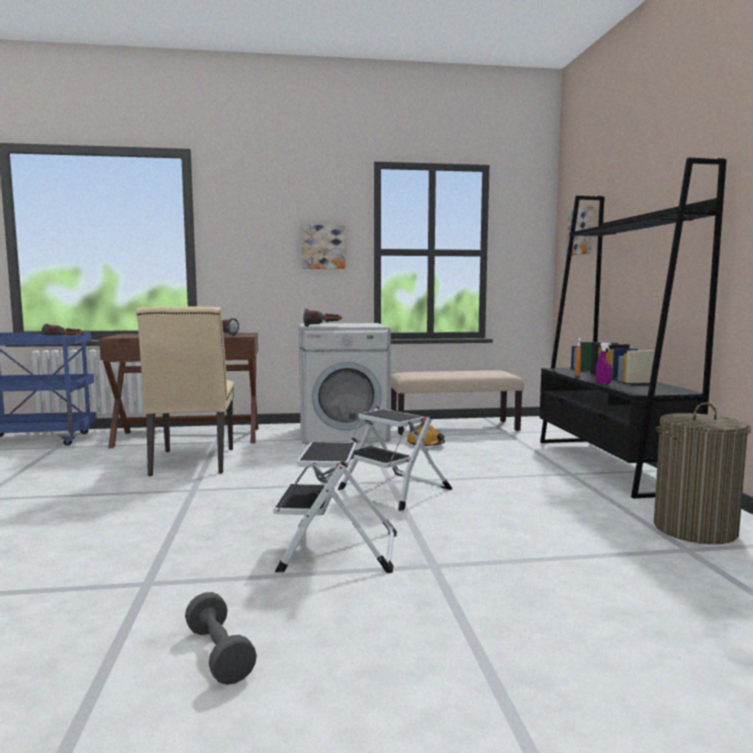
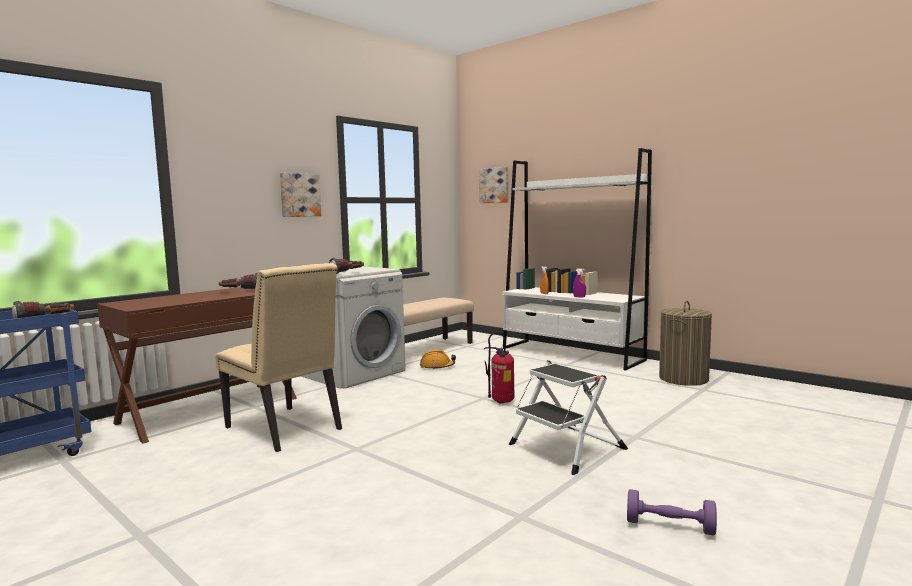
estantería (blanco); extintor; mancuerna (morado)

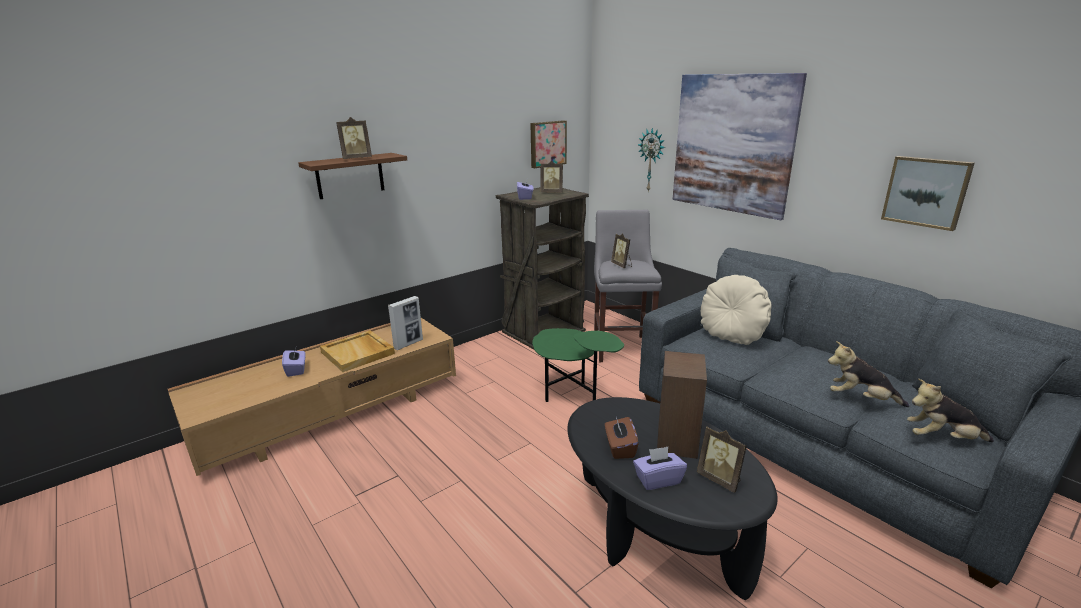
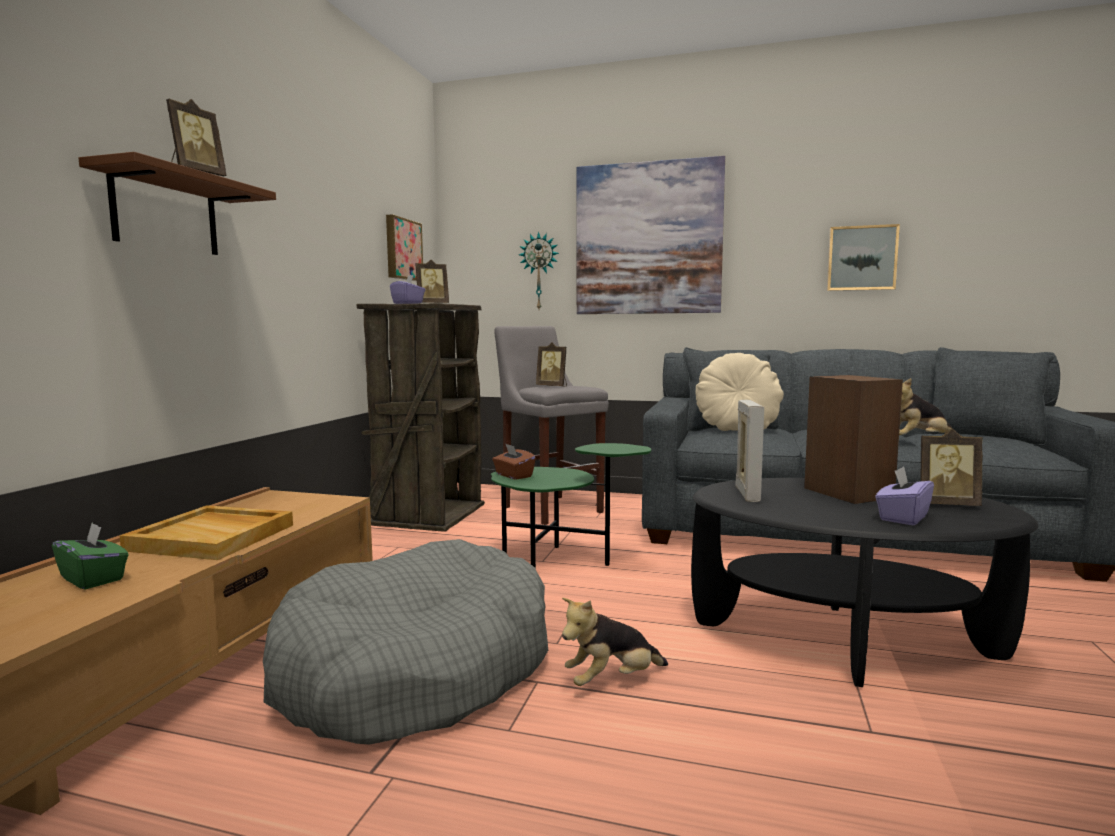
portarretratos (4th from left); caja de pañuelos (verde); peluche (1st from left); caja de pañuelos (marrón); cama para perro (gris)

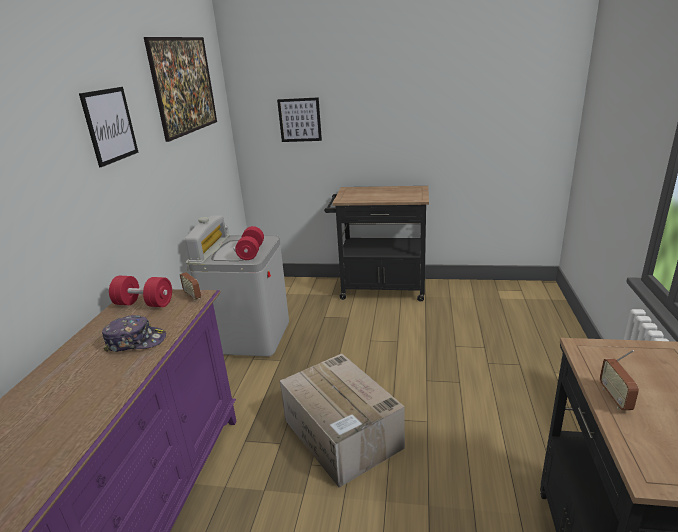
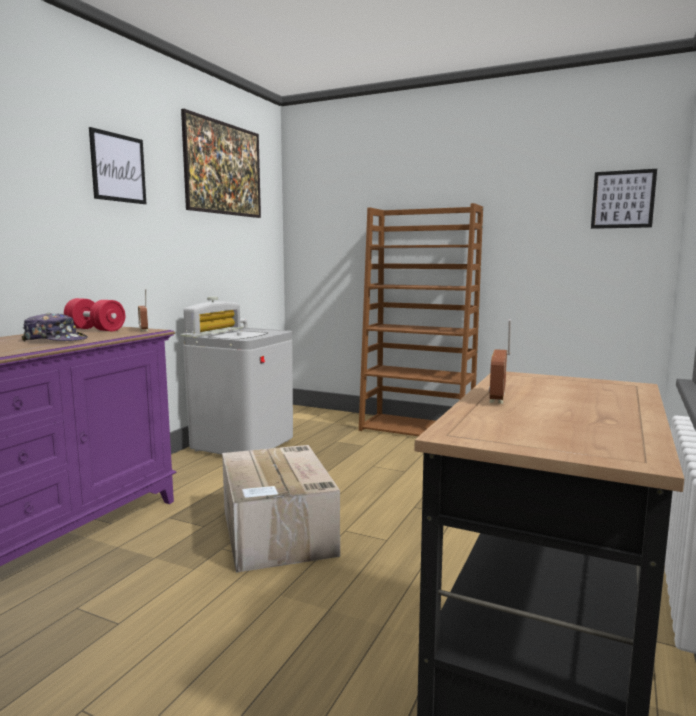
cuadro (3rd from left); estantería (marrón); mancuerna (rojo) (2nd from left in the first image)

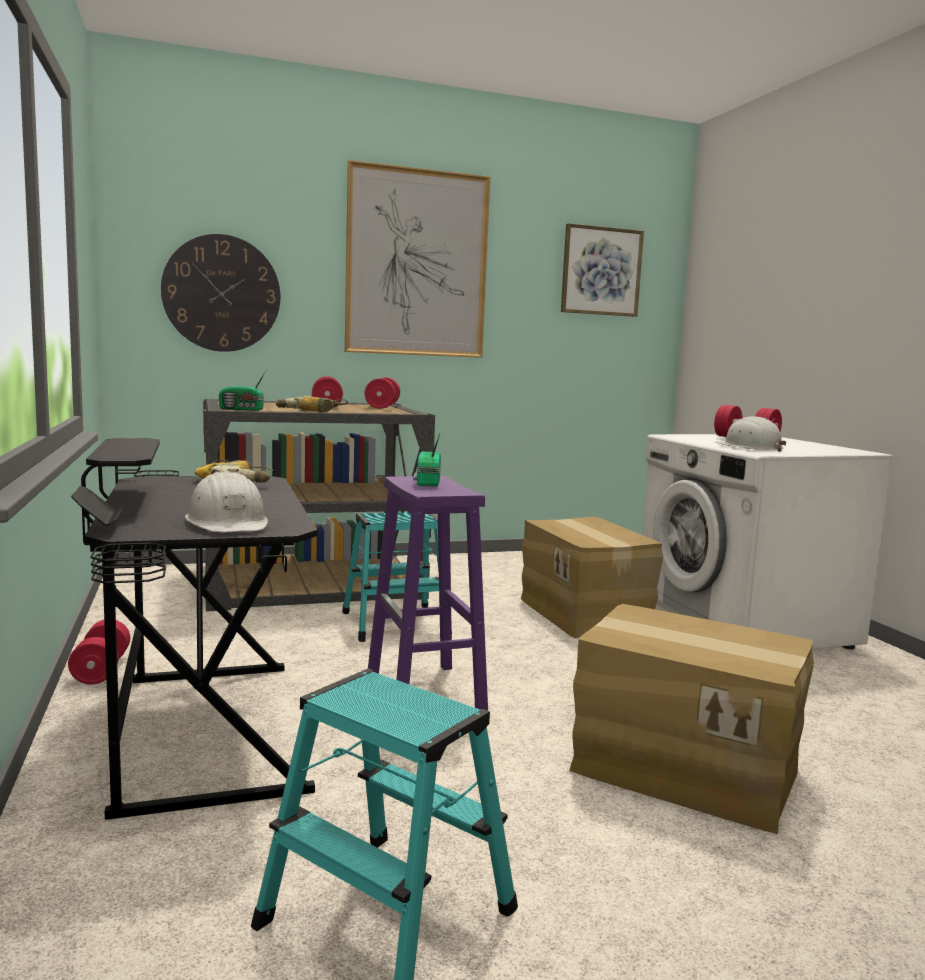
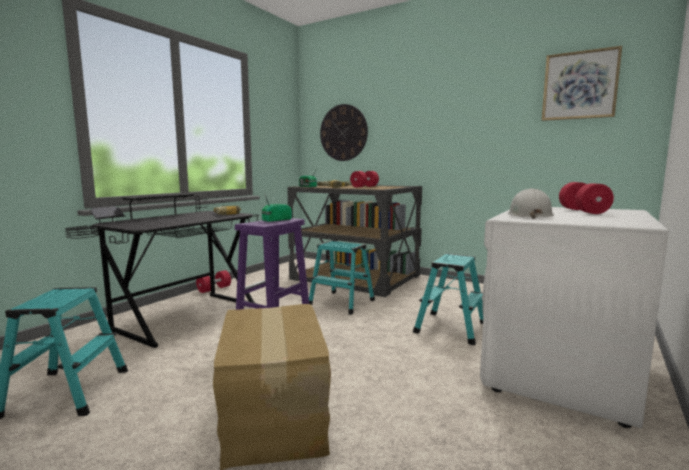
cuadro (1st from left in the first image); mancuerna (rojo) (3rd from left in the first image); casco (blanco) (1st from left in the first image); escalera de tijera (turquesa) (3rd from left)

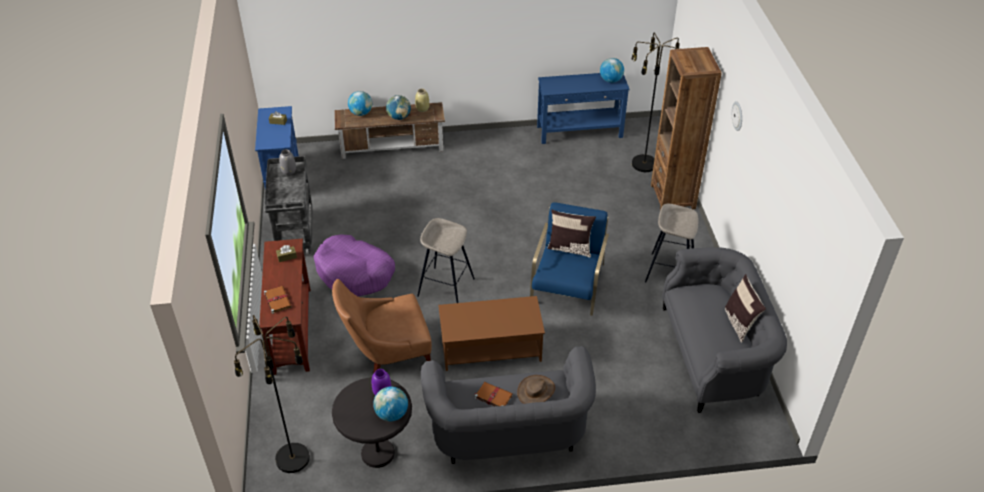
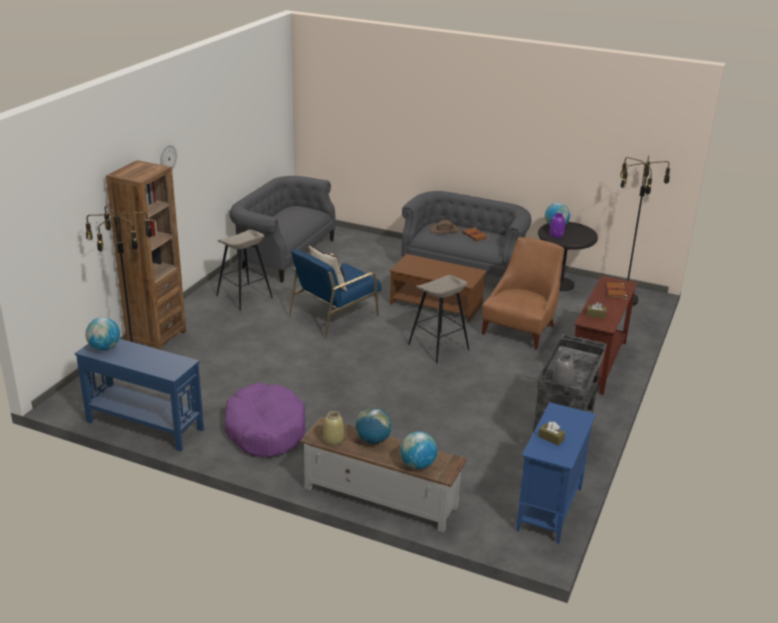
cama para perro (morado); cojín (2nd from left in the first image); sillón (marrón)

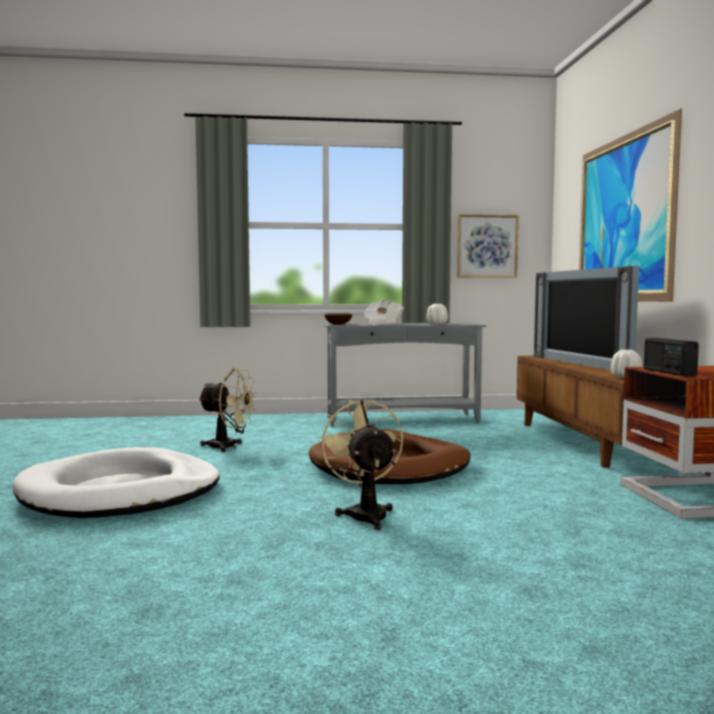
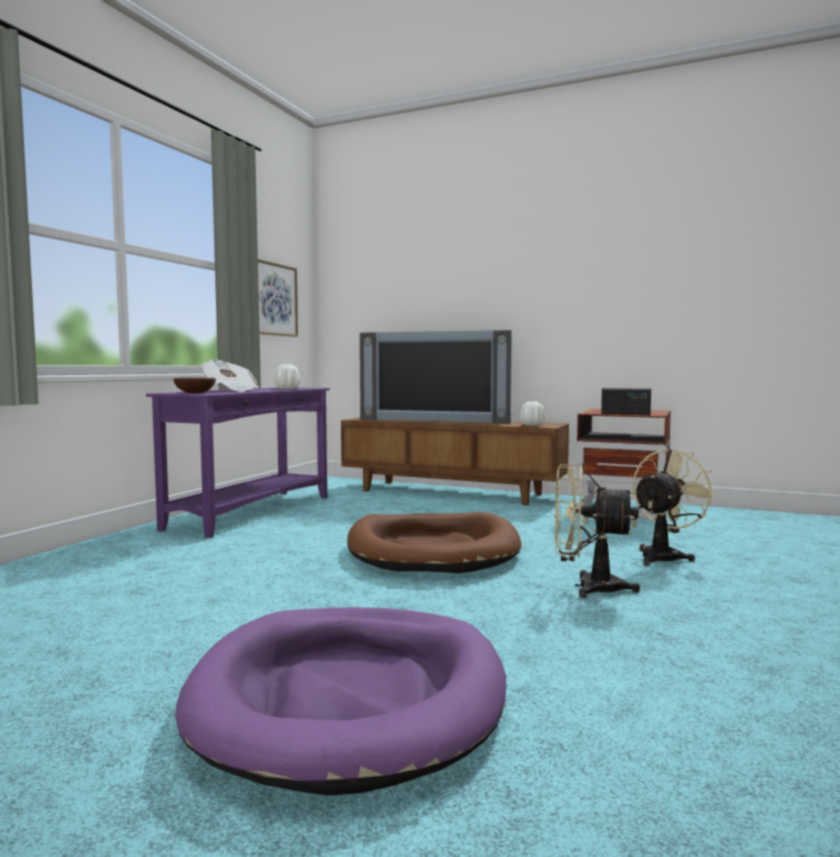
cuadro (2nd from left in the first image); mesa consola (morado); ventilador (beis) (2nd from left); cama para perro (morado)

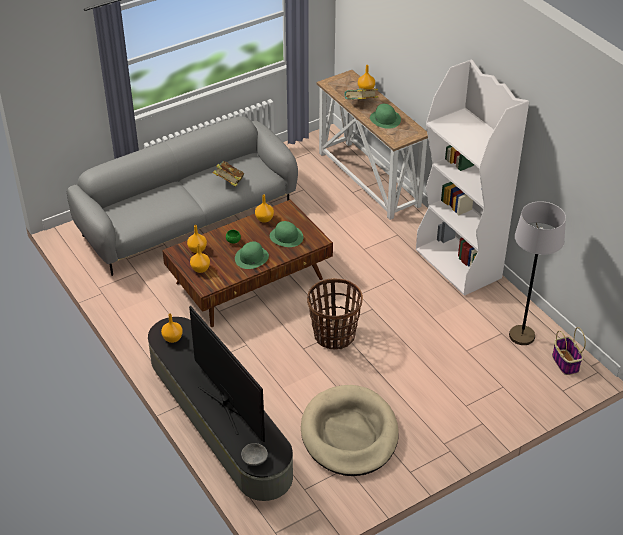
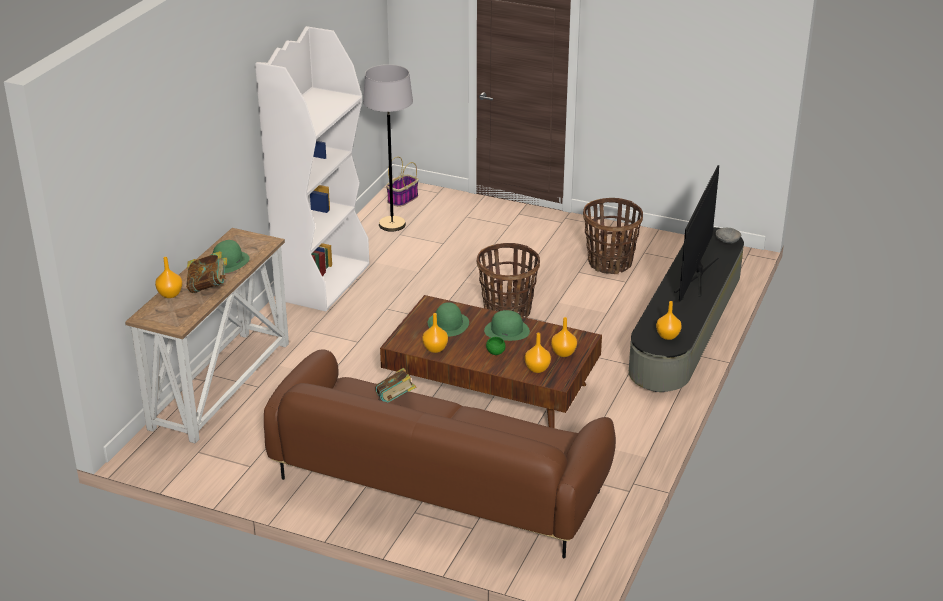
sofá (marrón); cesta (3rd from left)

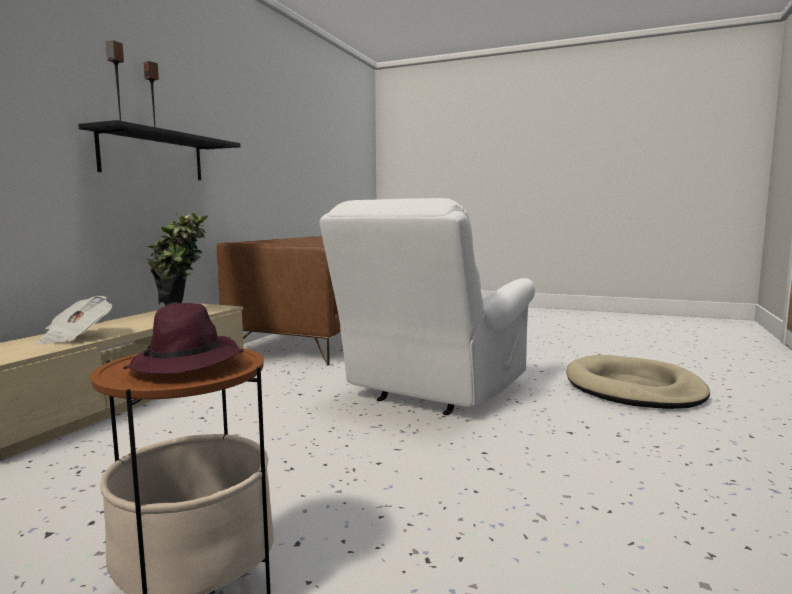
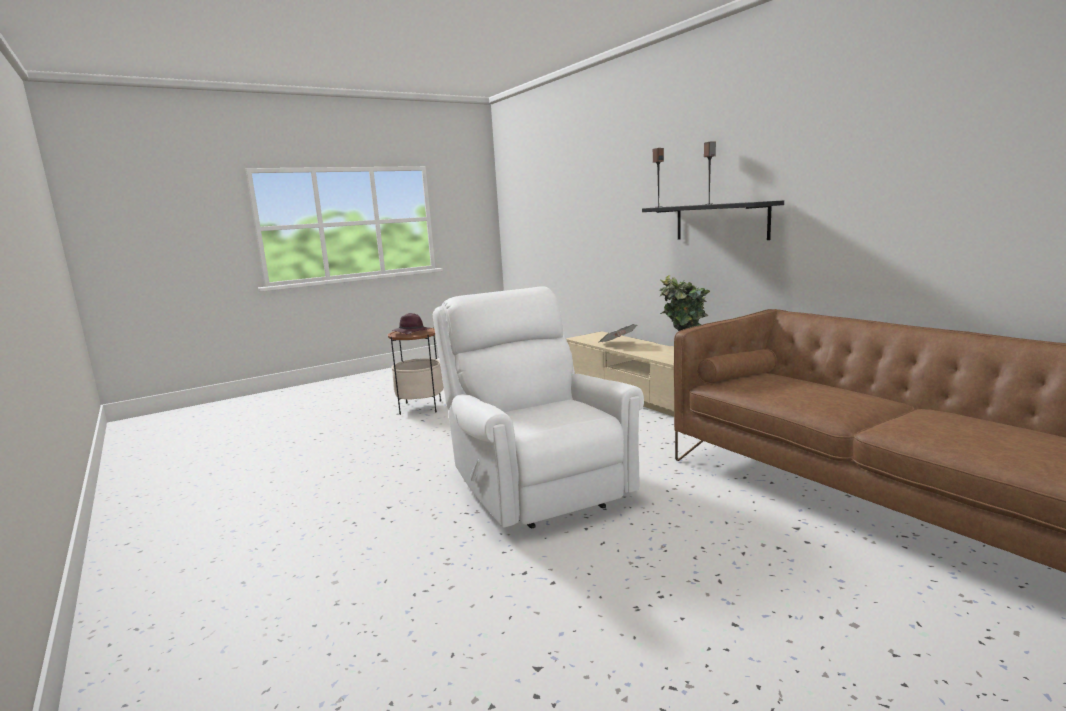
cama para perro (beis)

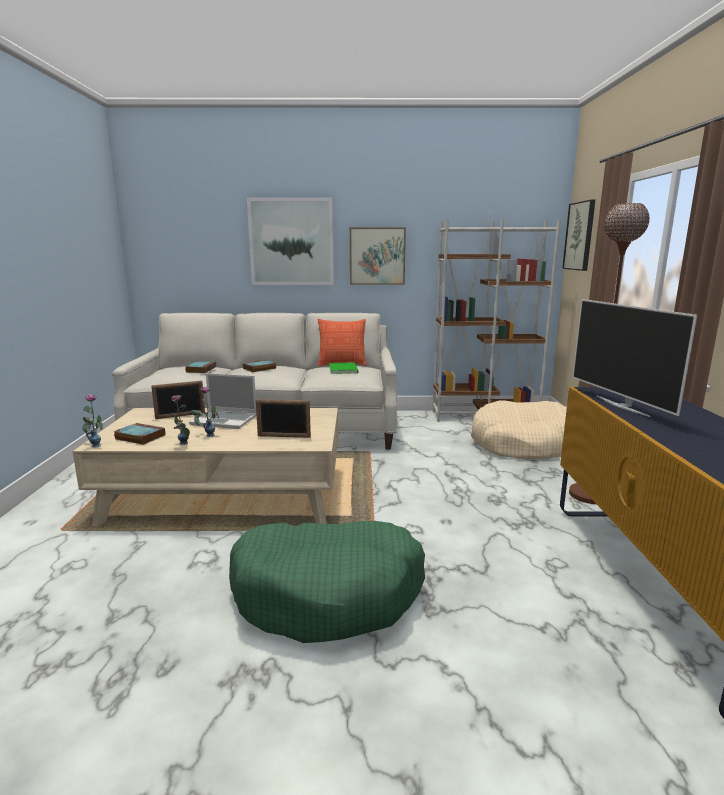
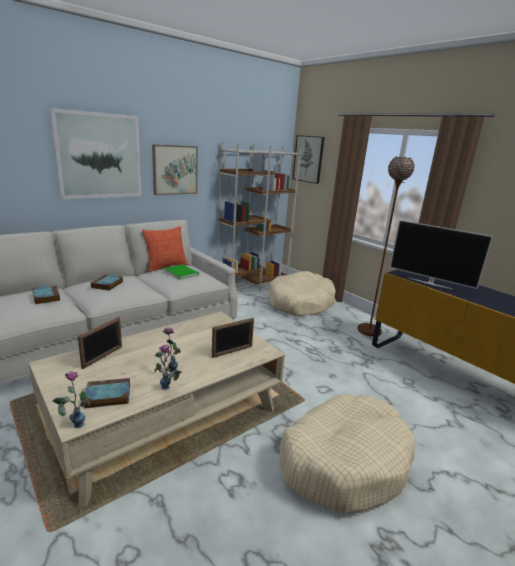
portátil; cama para perro (beis) (2nd from left)

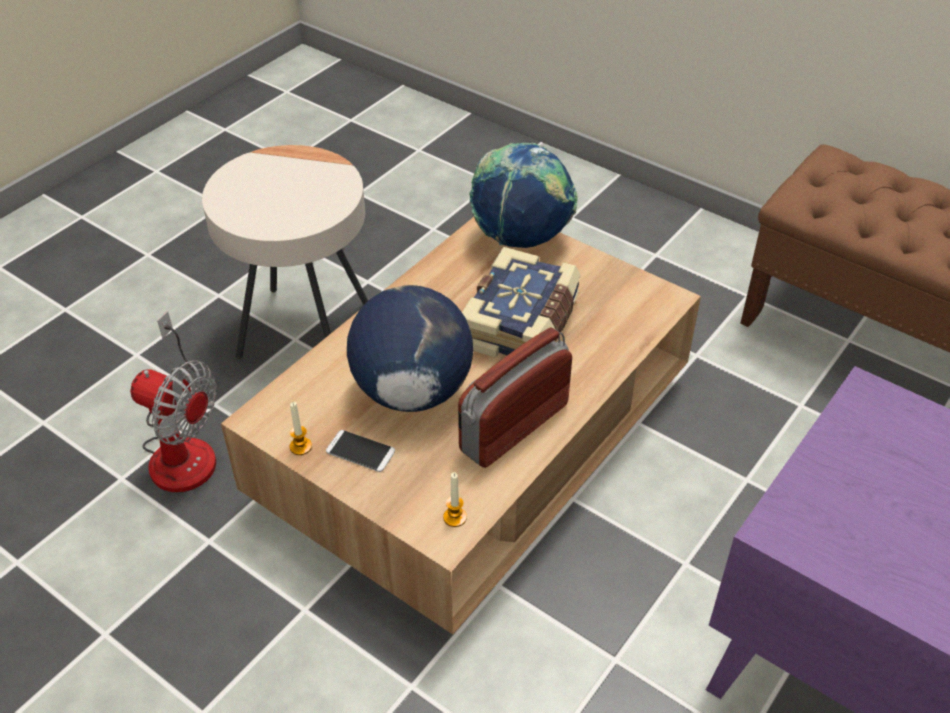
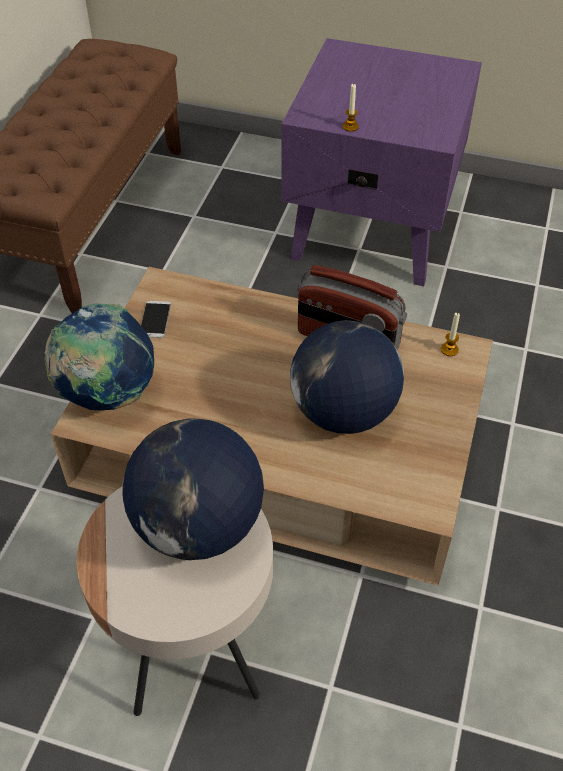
libro; ventilador; vela (1st from left); móvil; globo terráqueo (2nd from left)

